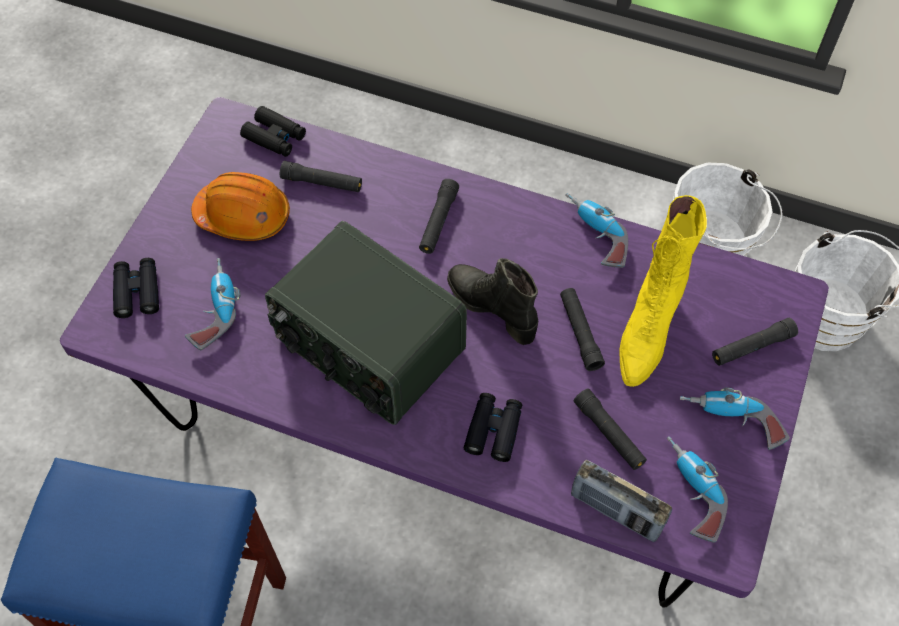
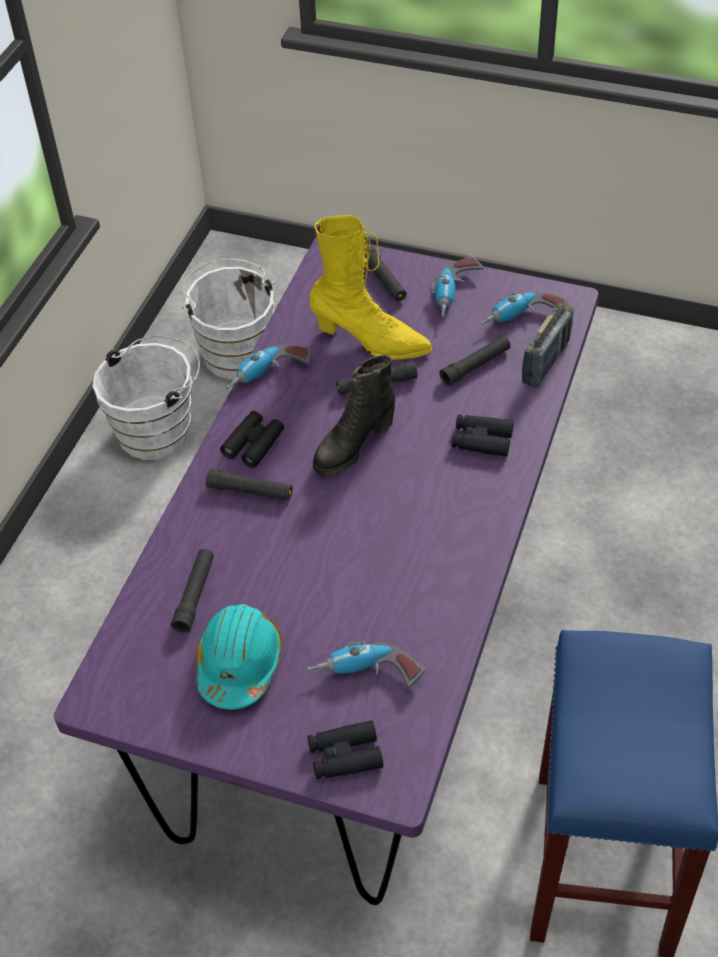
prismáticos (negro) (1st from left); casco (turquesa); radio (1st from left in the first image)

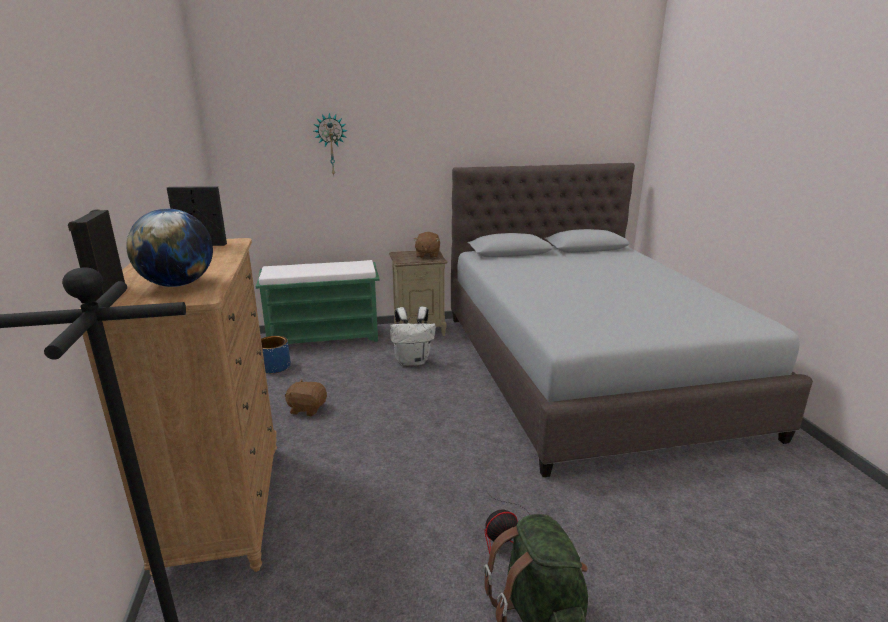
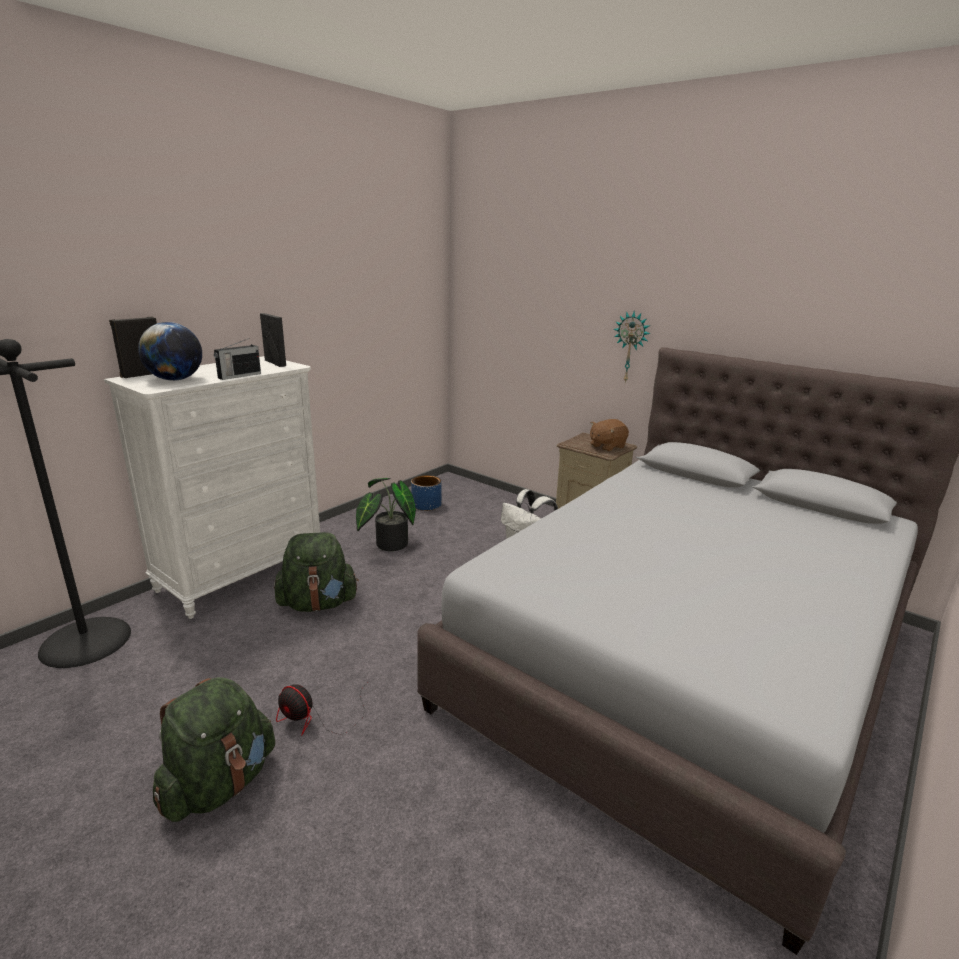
reloj de pared; cómoda (blanco); banco (verde); planta en maceta; radio; mochila (verde) (2nd from left)

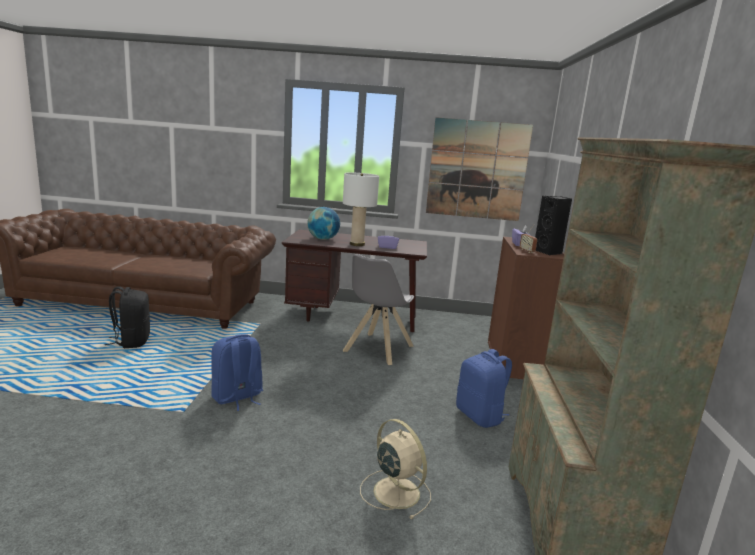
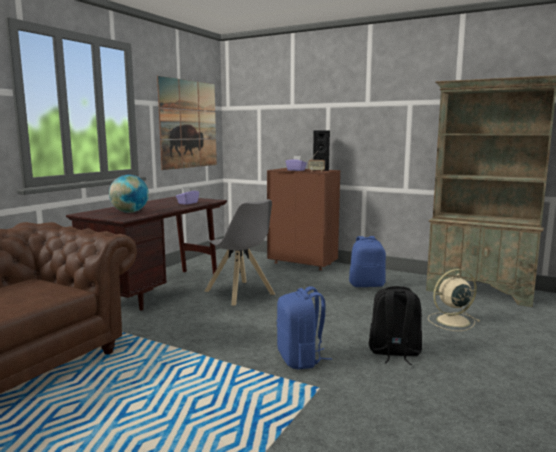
lámpara de mesa (blanco); mochila (negro)

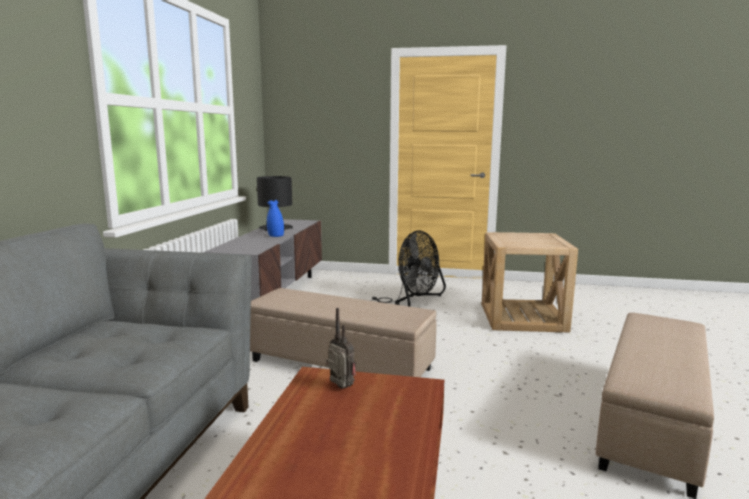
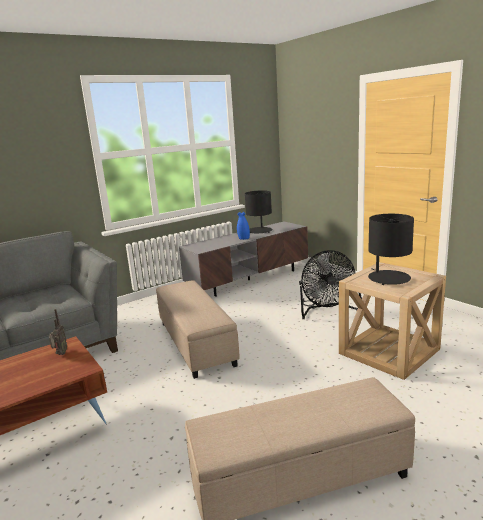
lámpara de mesa (negro) (2nd from left)

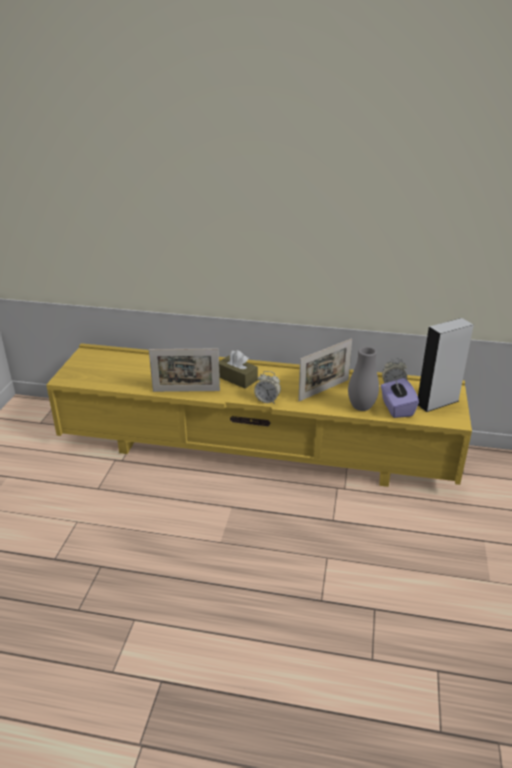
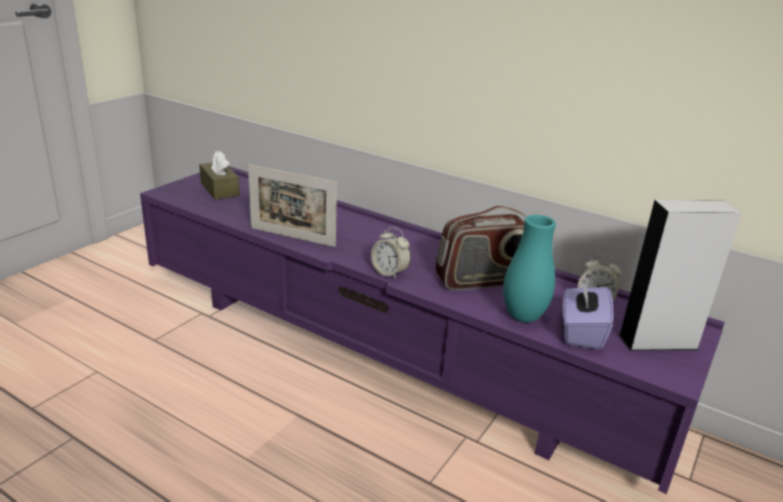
radio; mueble de televisión (morado); florero (turquesa); caja de pañuelos (marrón)

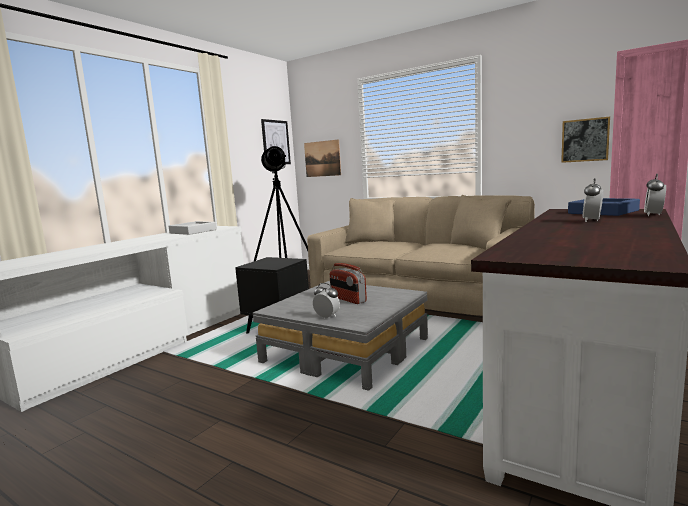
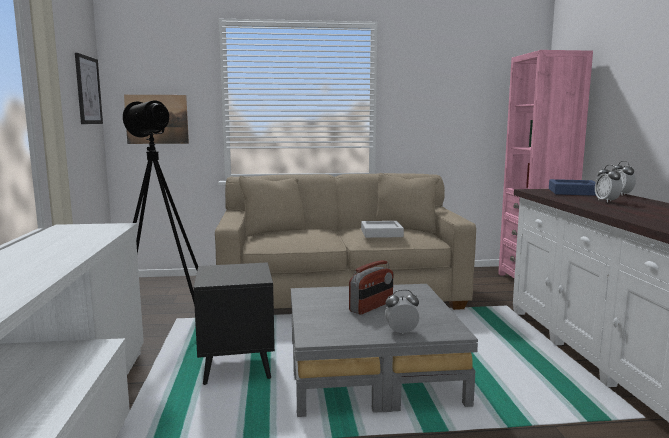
cuadro (3rd from left in the first image); bandeja (gris); radio

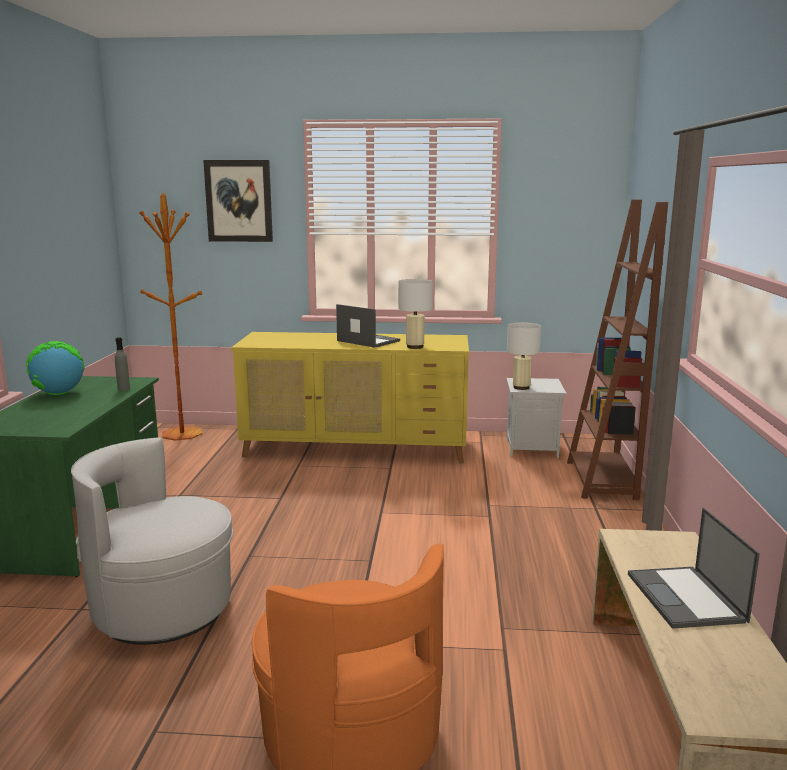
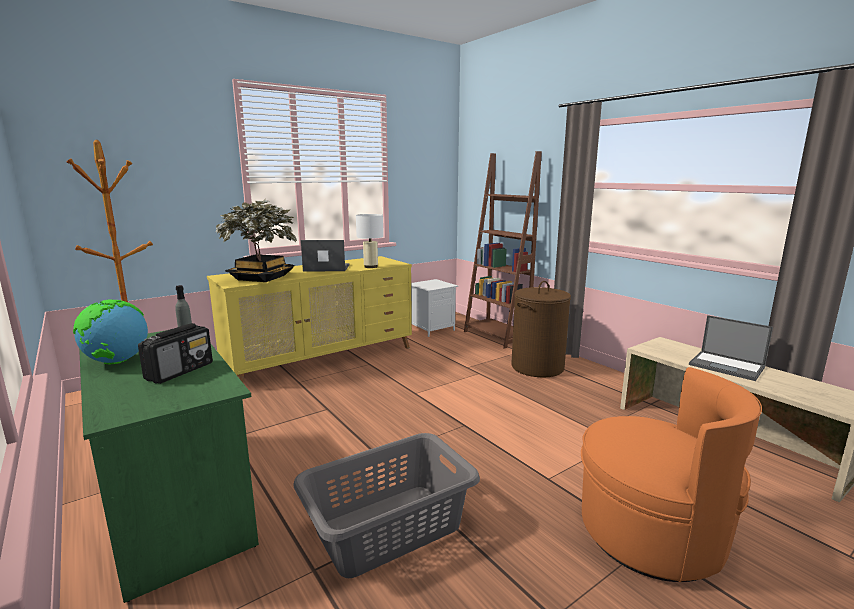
cuadro; lámpara de mesa (blanco) (2nd from left in the first image); cesto de la ropa (gris); planta en maceta; cesto de la ropa (marrón); radio

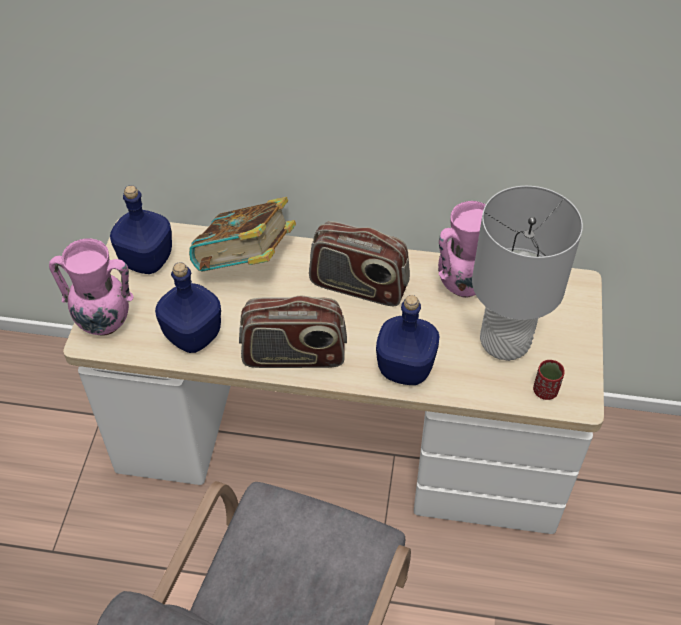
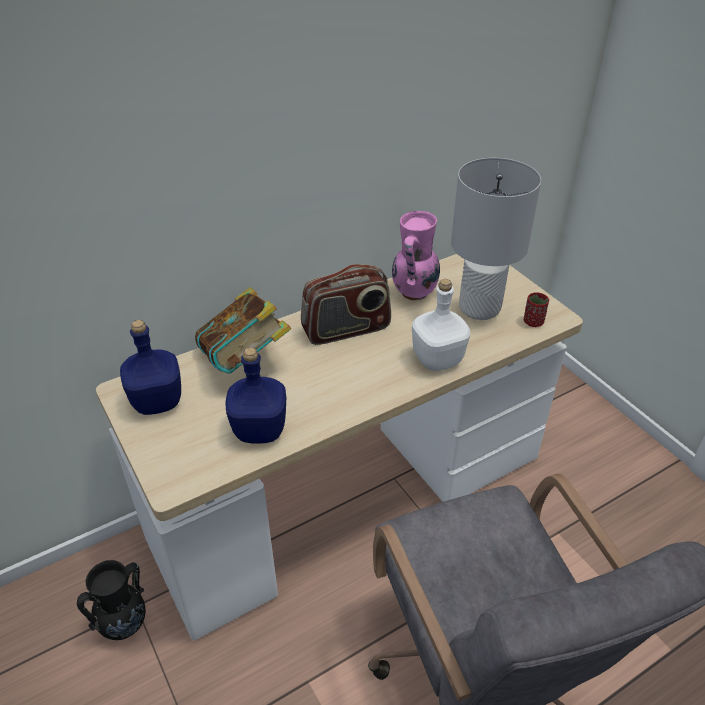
florero (rosa) (1st from left in the first image); botella (blanco); radio (1st from left in the first image); florero (negro)

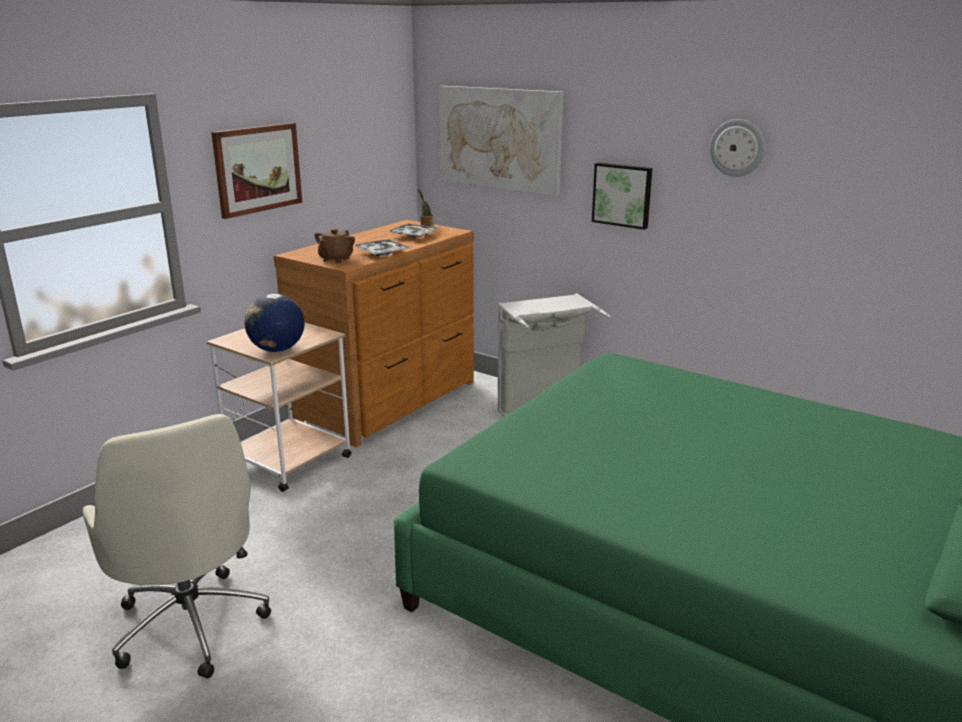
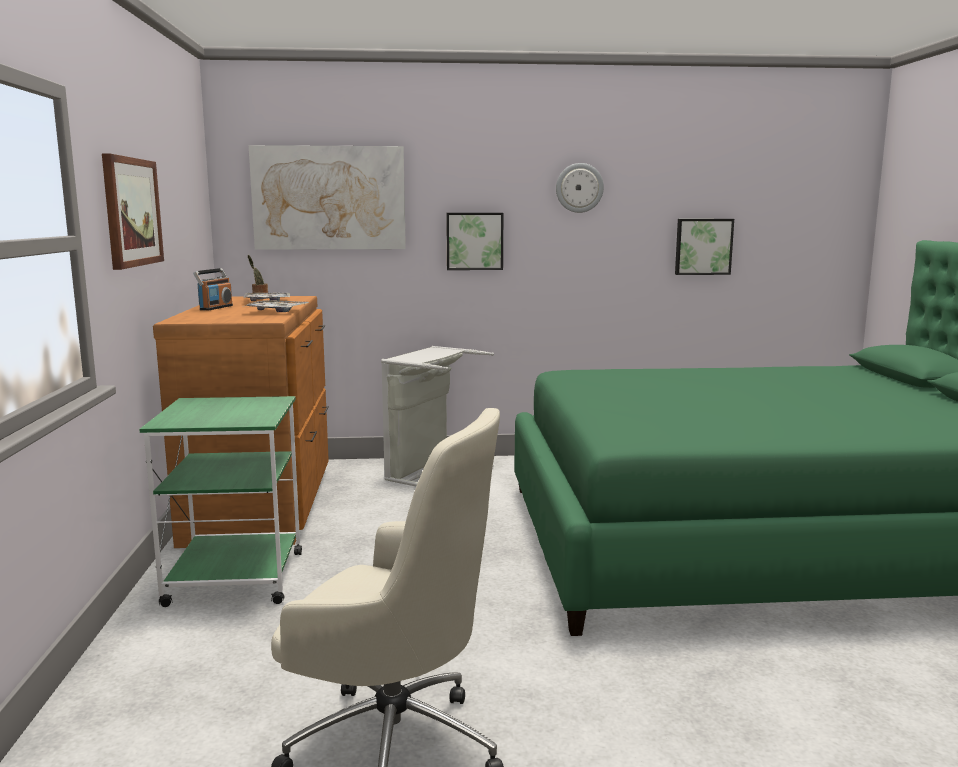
tetera (marrón); globo terráqueo; carrito (verde); cuadro (4th from left); radio

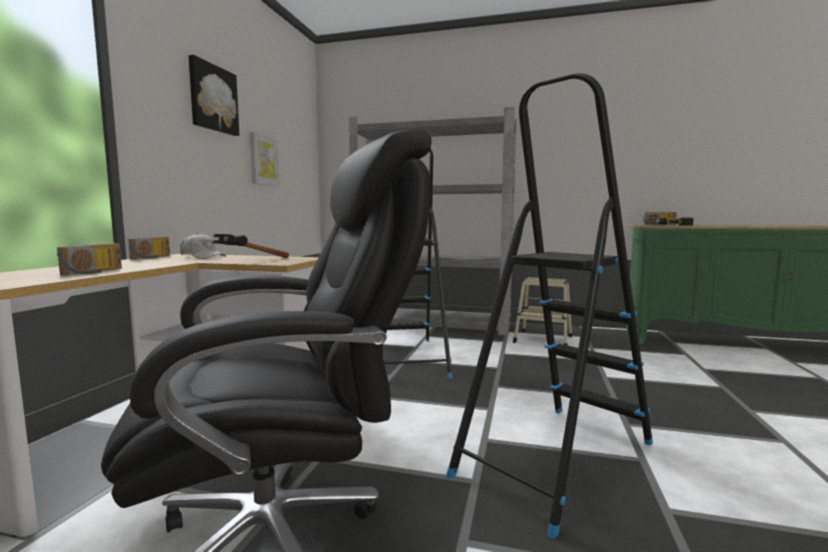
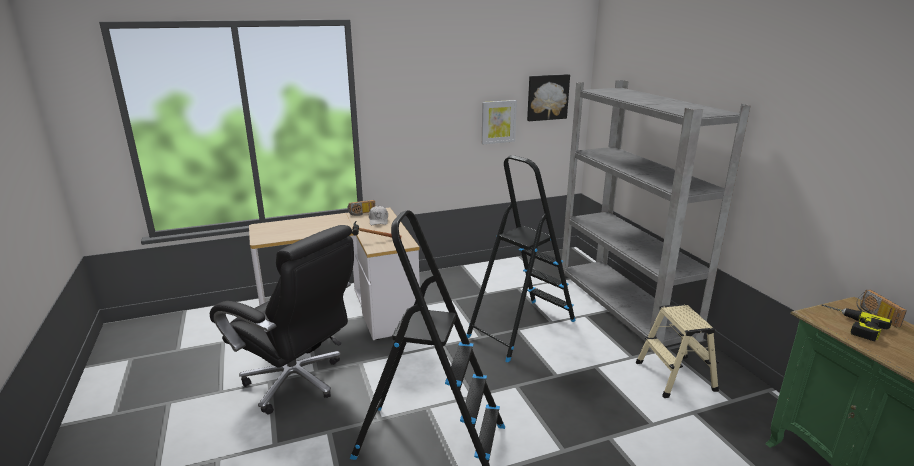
cuadro (2nd from left); radio (1st from left in the first image)

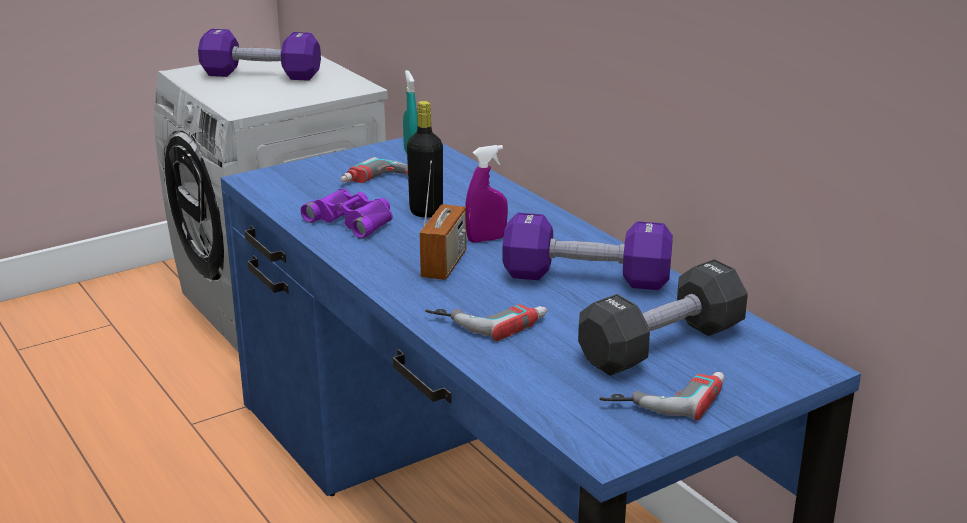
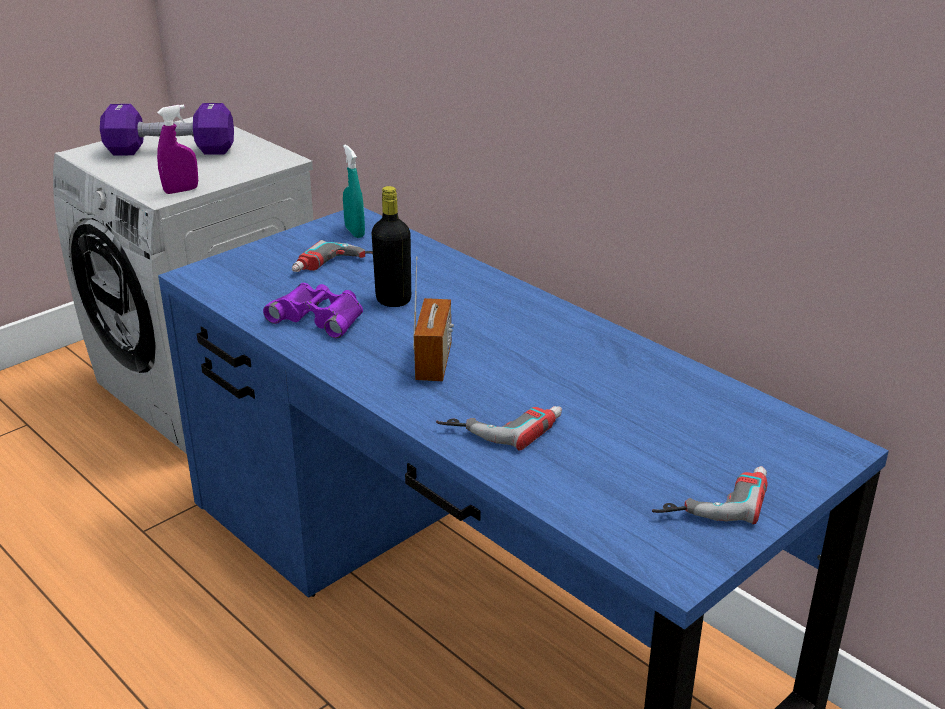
pulverizador (morado); mancuerna (morado) (2nd from left in the first image); mancuerna (negro)

